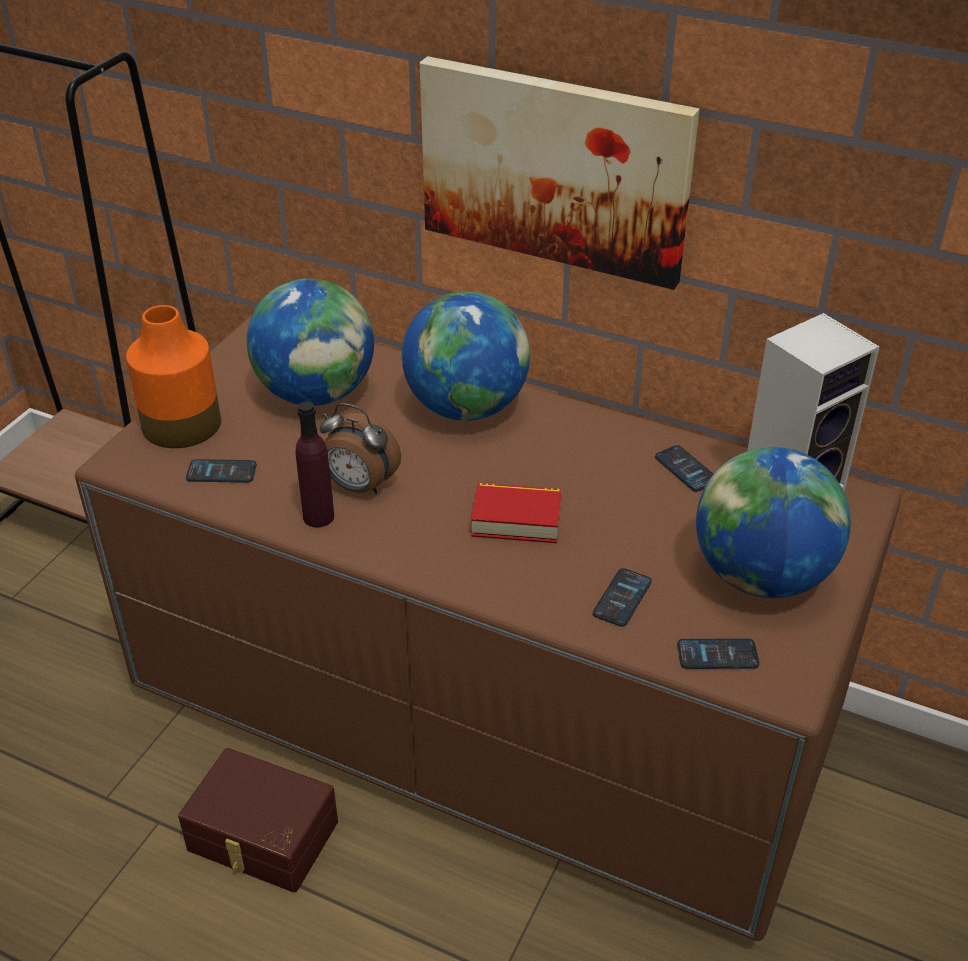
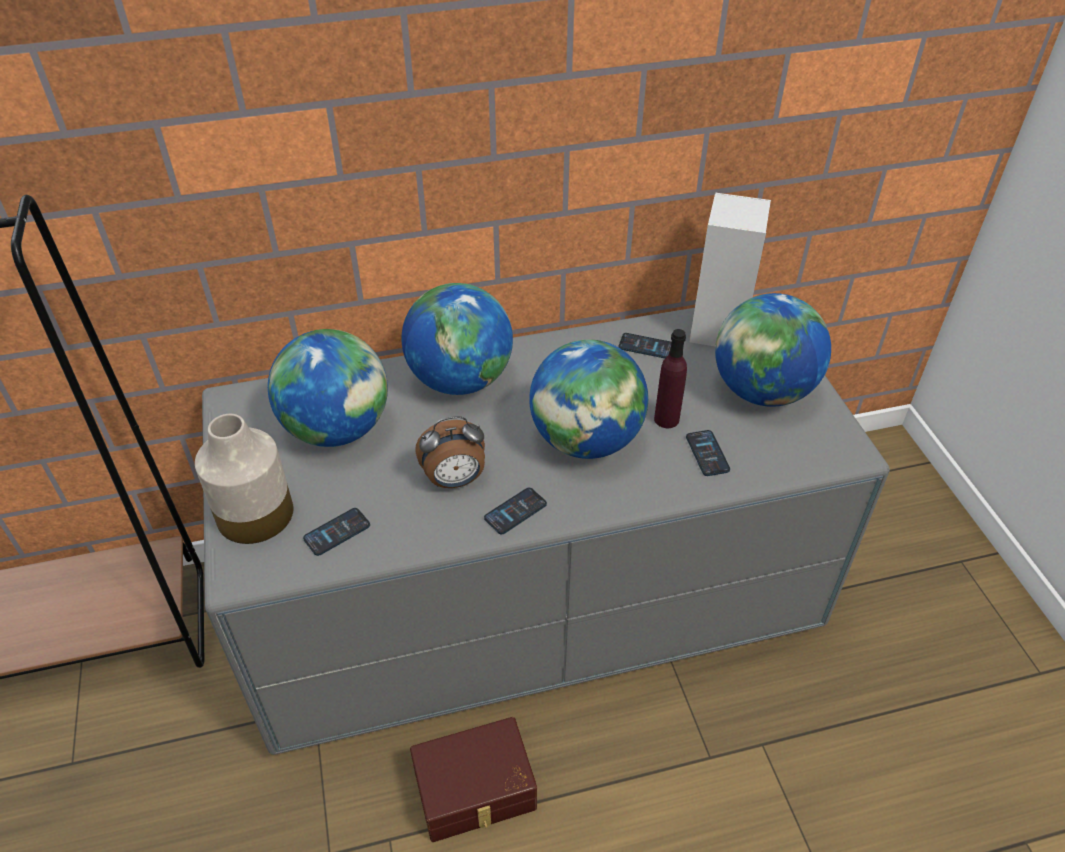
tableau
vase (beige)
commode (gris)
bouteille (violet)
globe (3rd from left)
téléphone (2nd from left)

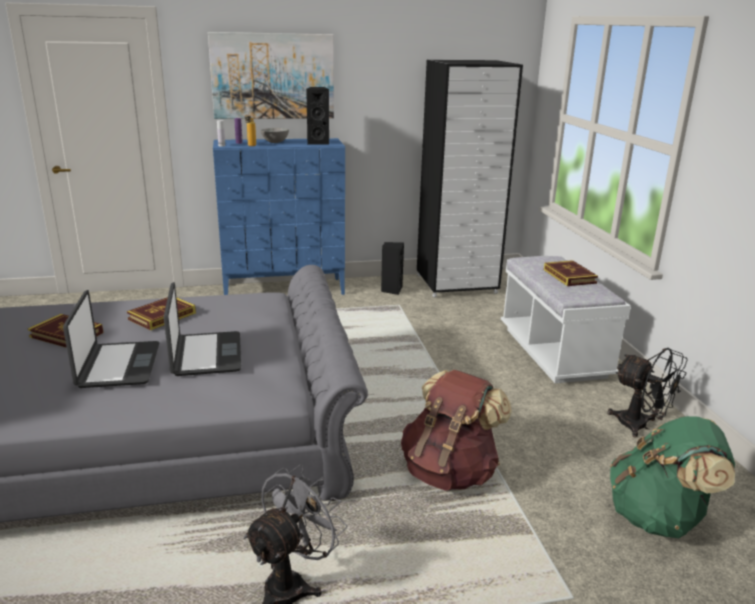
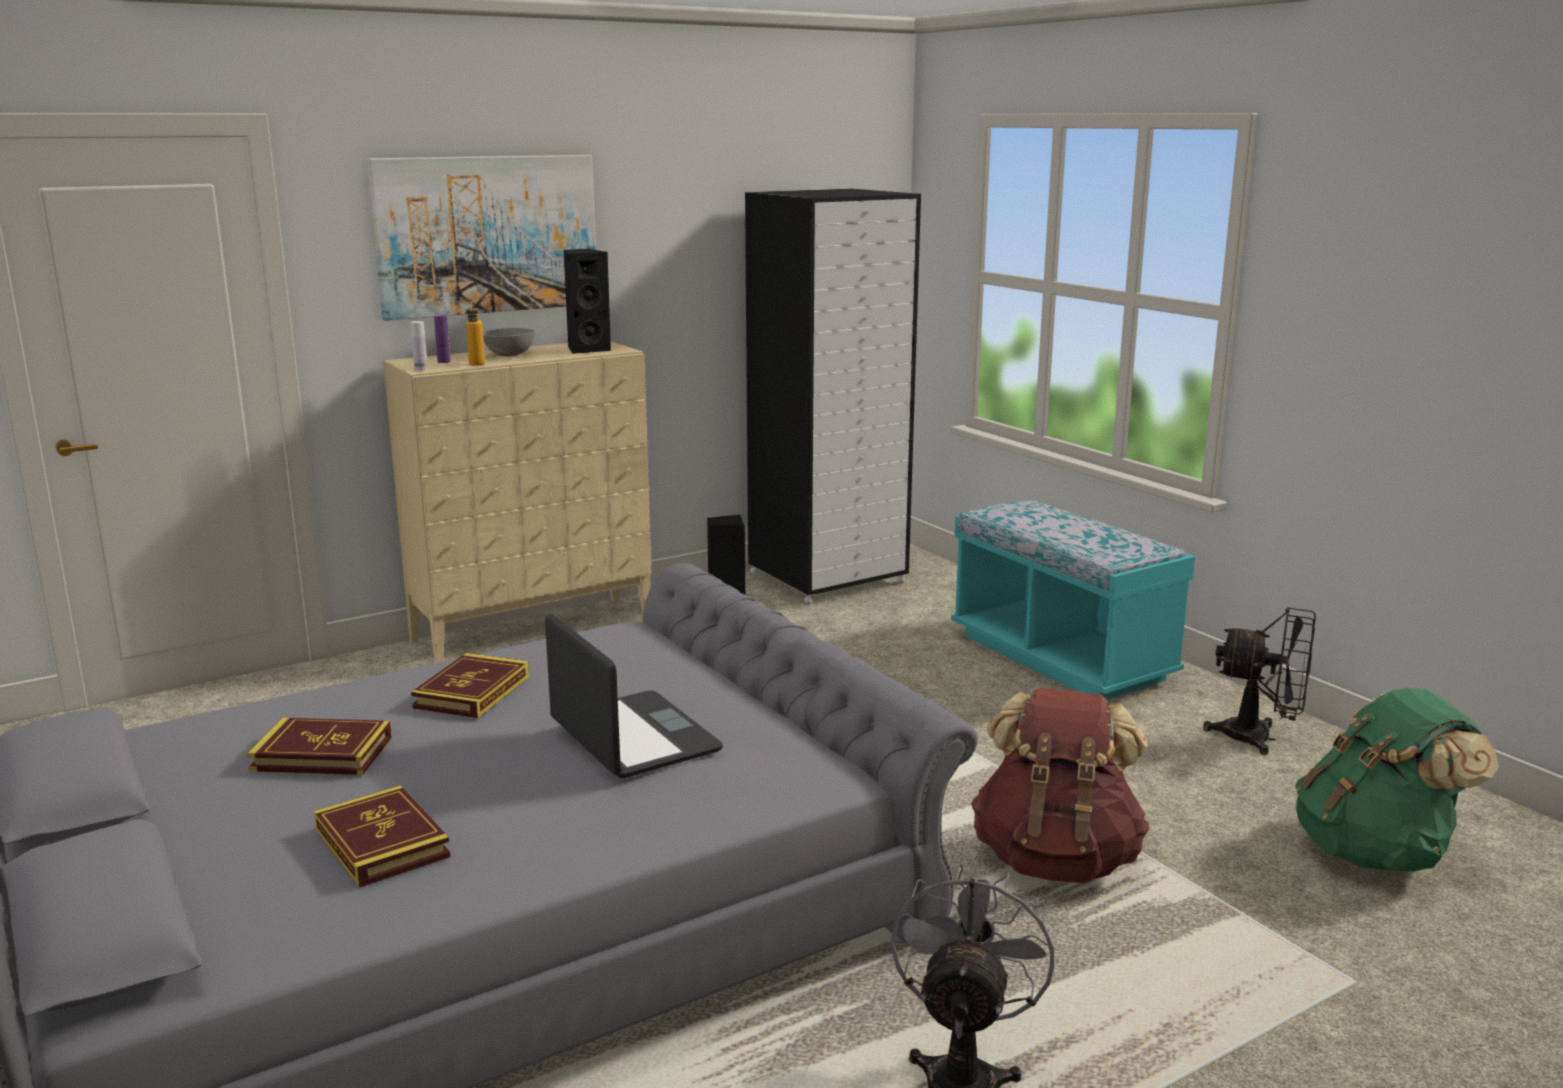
commode (beige)
banc (turquoise)
livre (2nd from left)
ordinateur portable (1st from left in the first image)

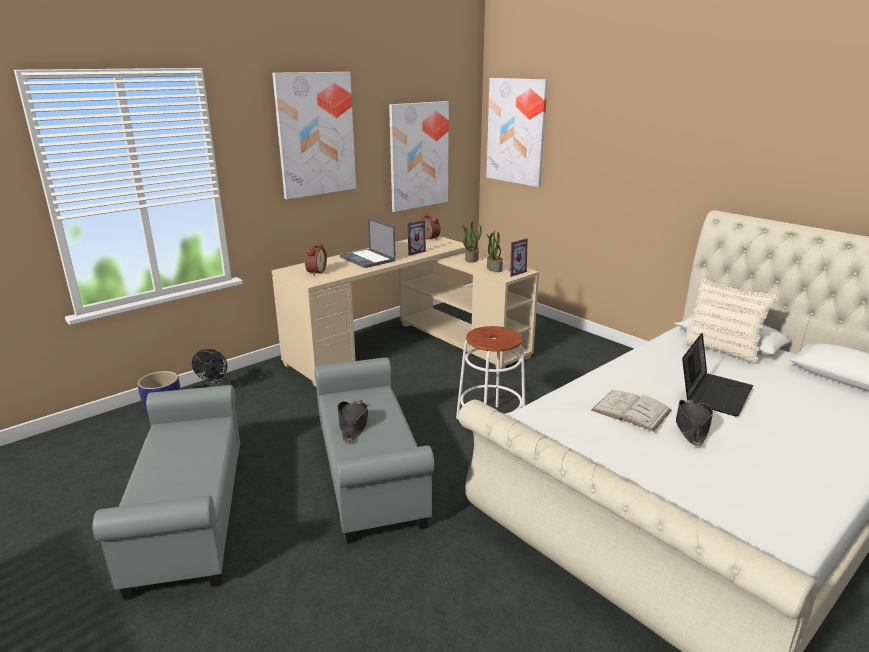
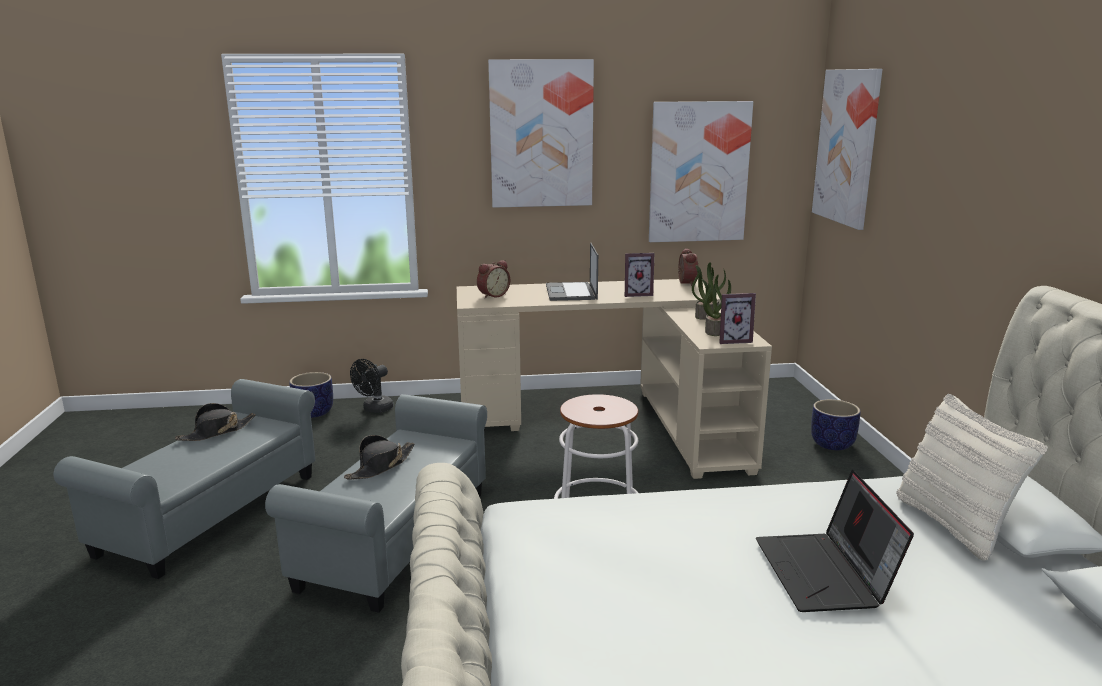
ordinateur portable (2nd from left)
livre (blanc)
chapeau (noir) (1st from left)
cache-pot (2nd from left)

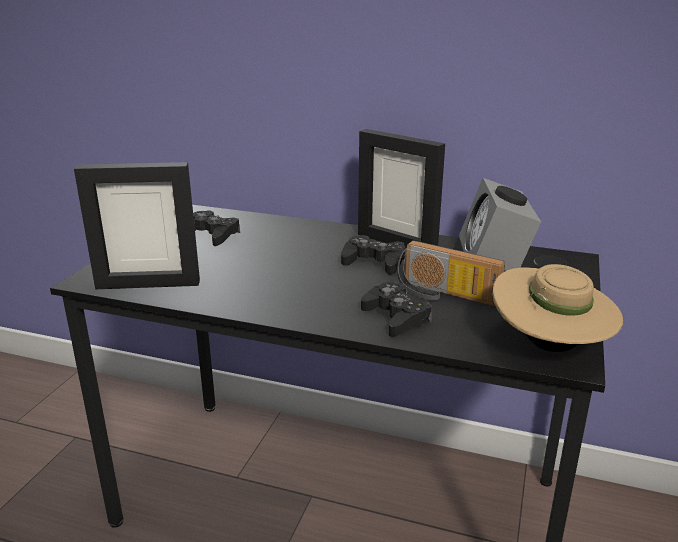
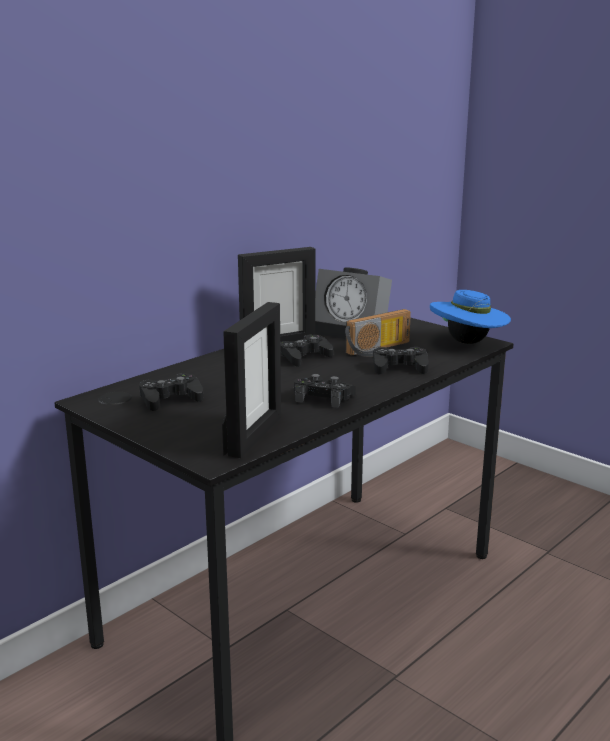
chapeau (bleu)
manette (noir) (3rd from left)

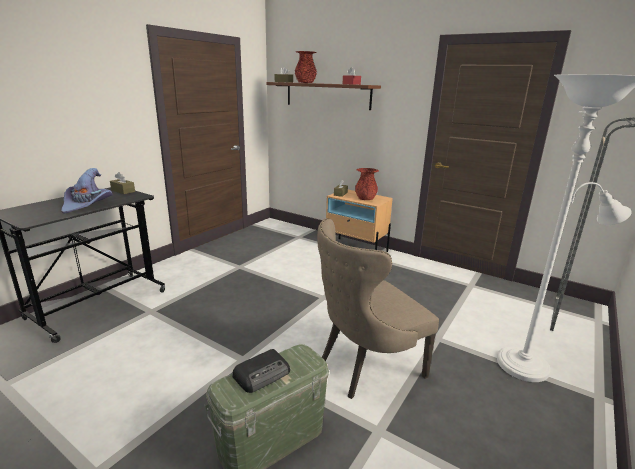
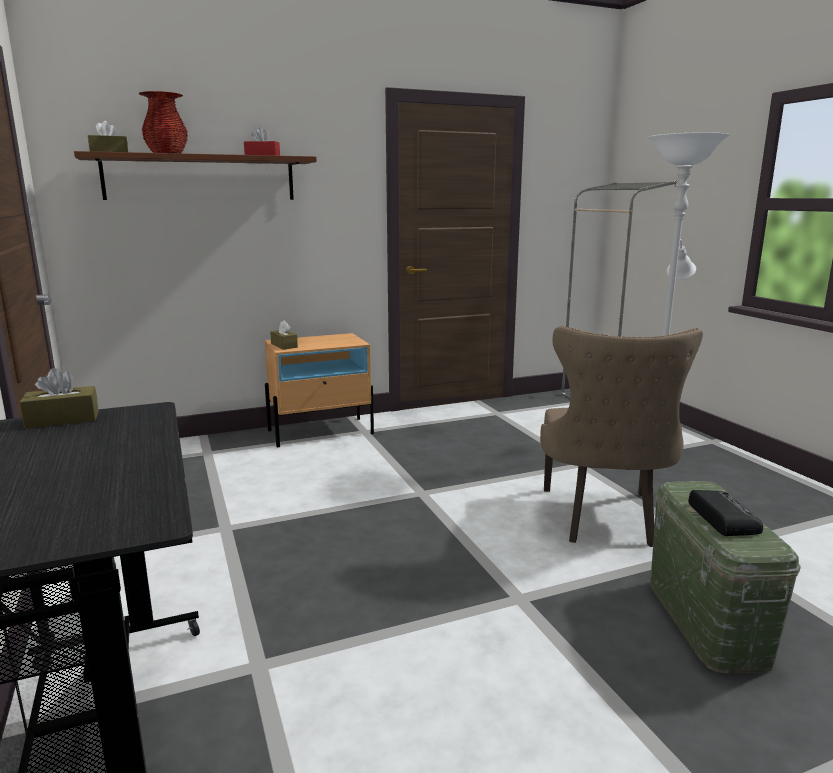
chapeau (violet)
vase (rouge) (2nd from left in the first image)

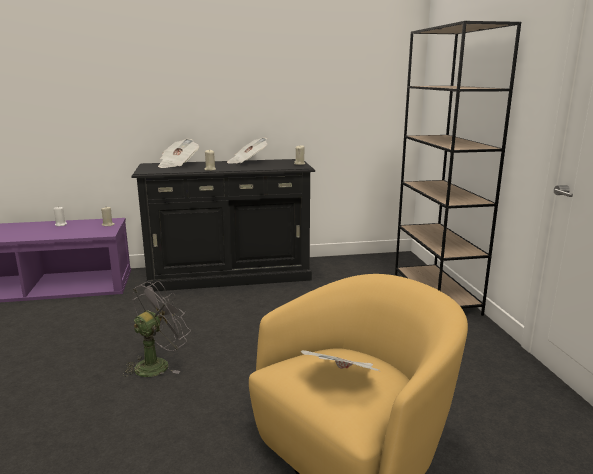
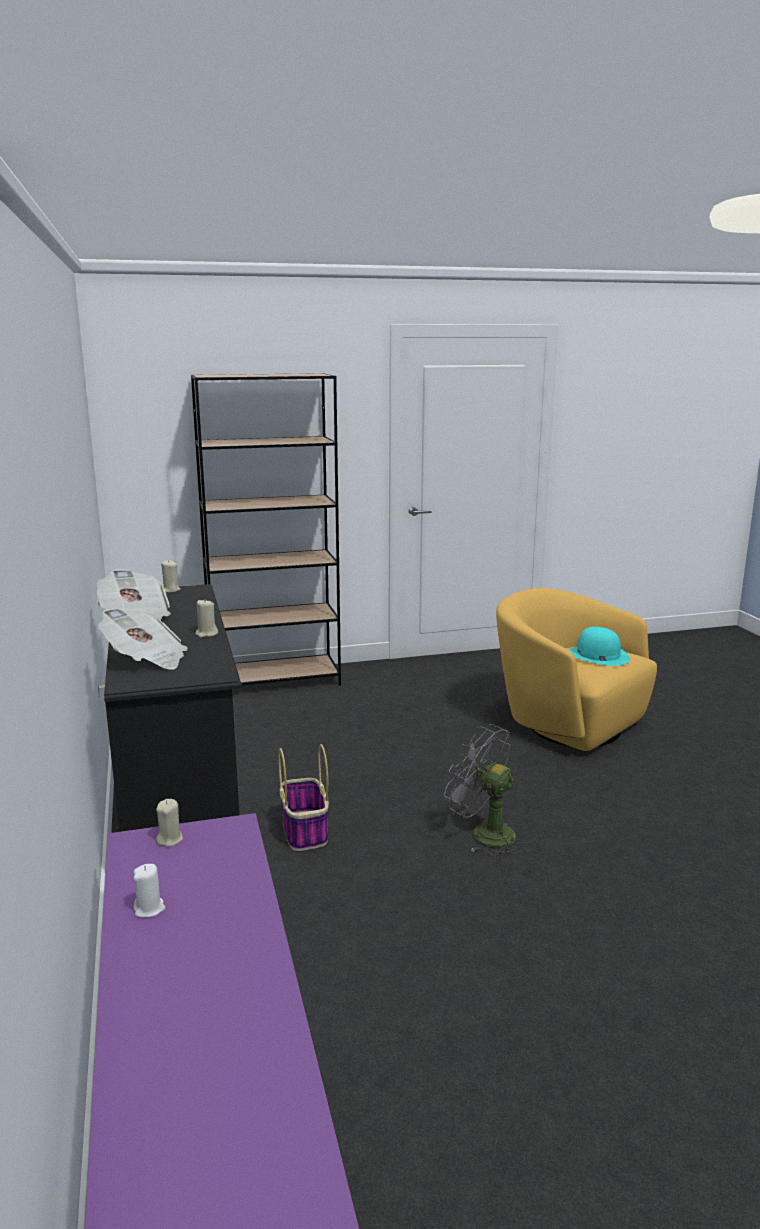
chapeau (turquoise)
panier

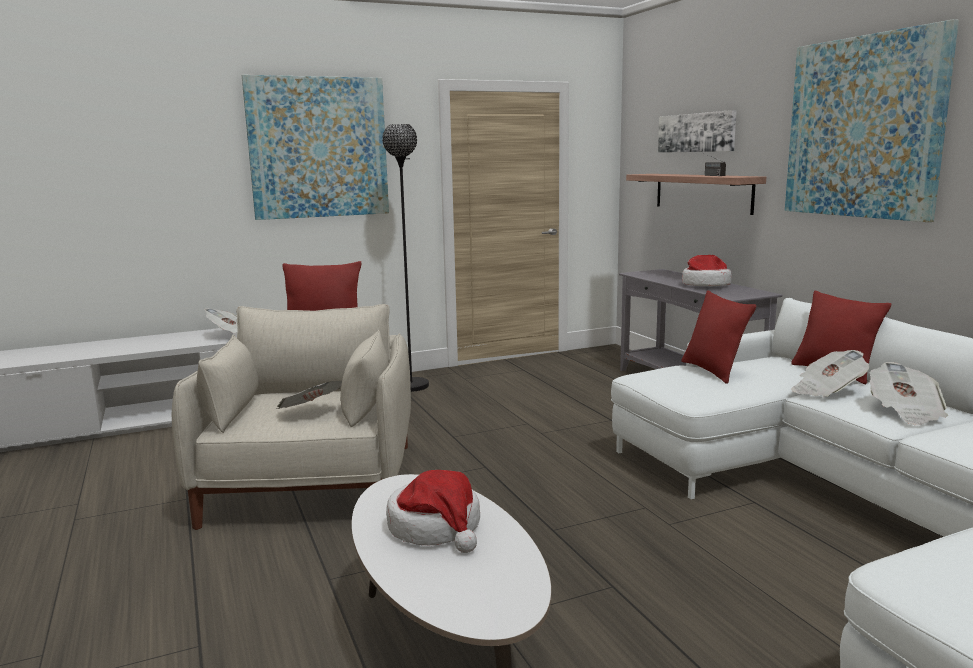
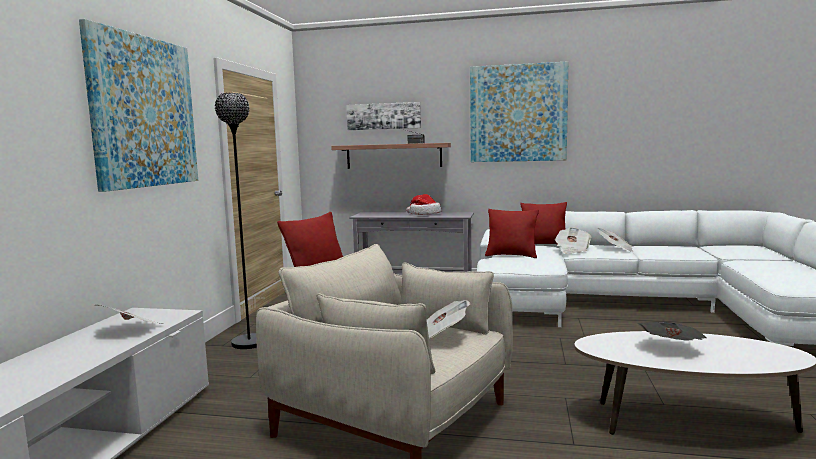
journal (5th from left)

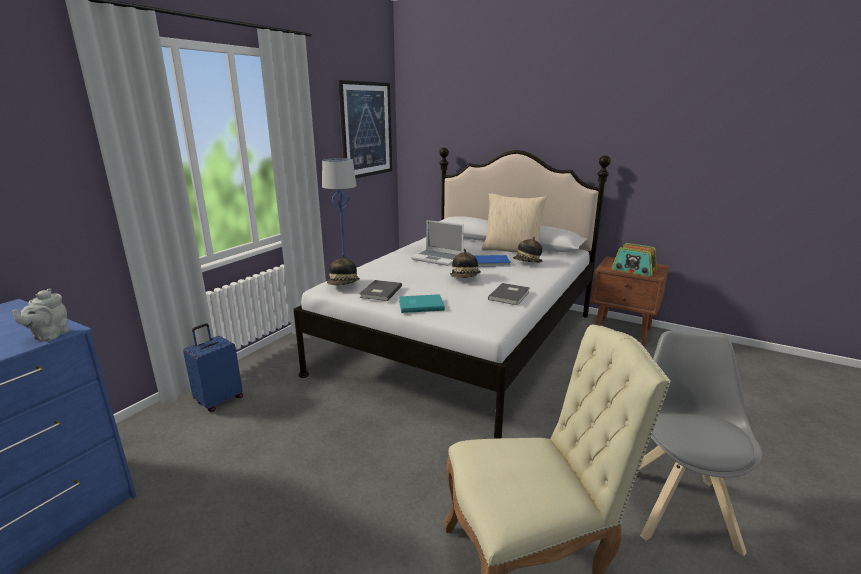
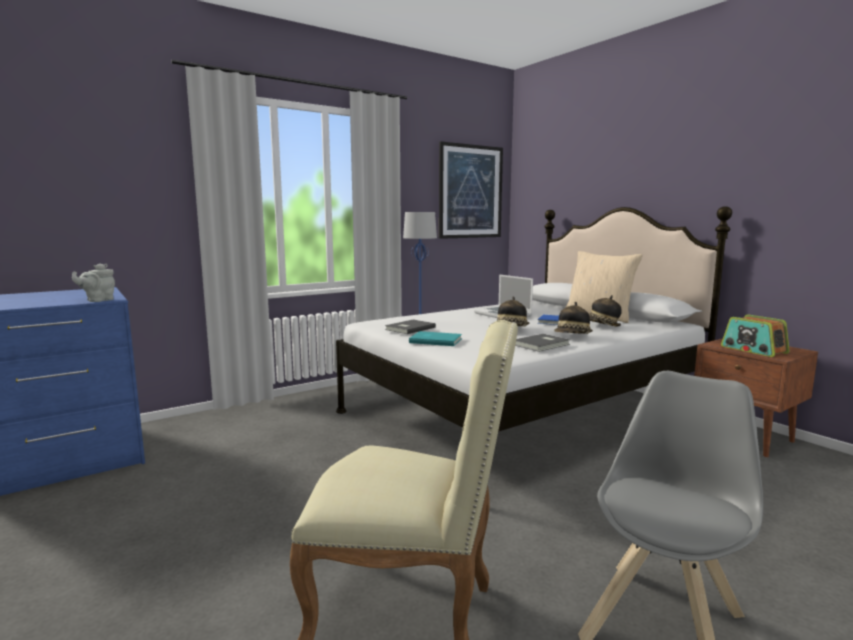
chapeau (2nd from left)
valise (bleu)

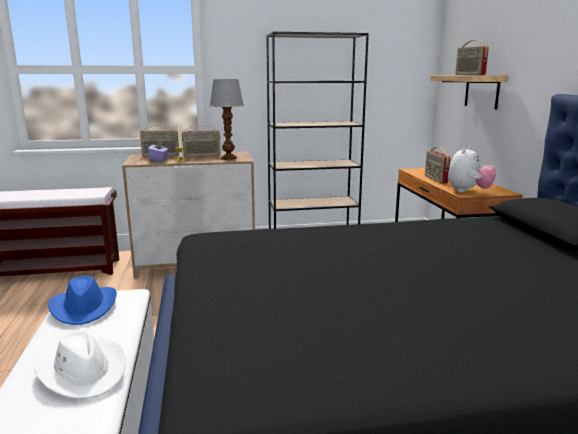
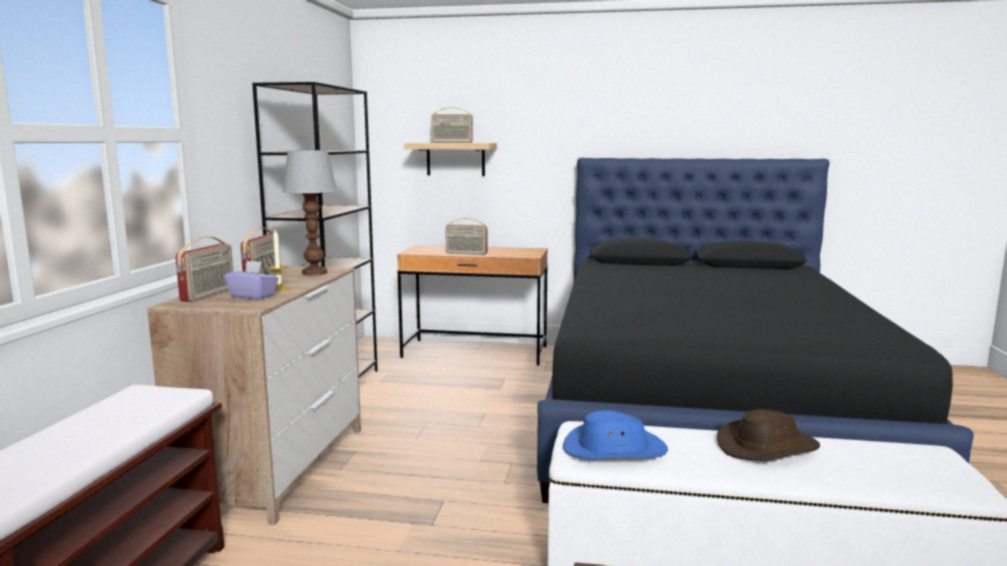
peluche
chapeau (marron)

